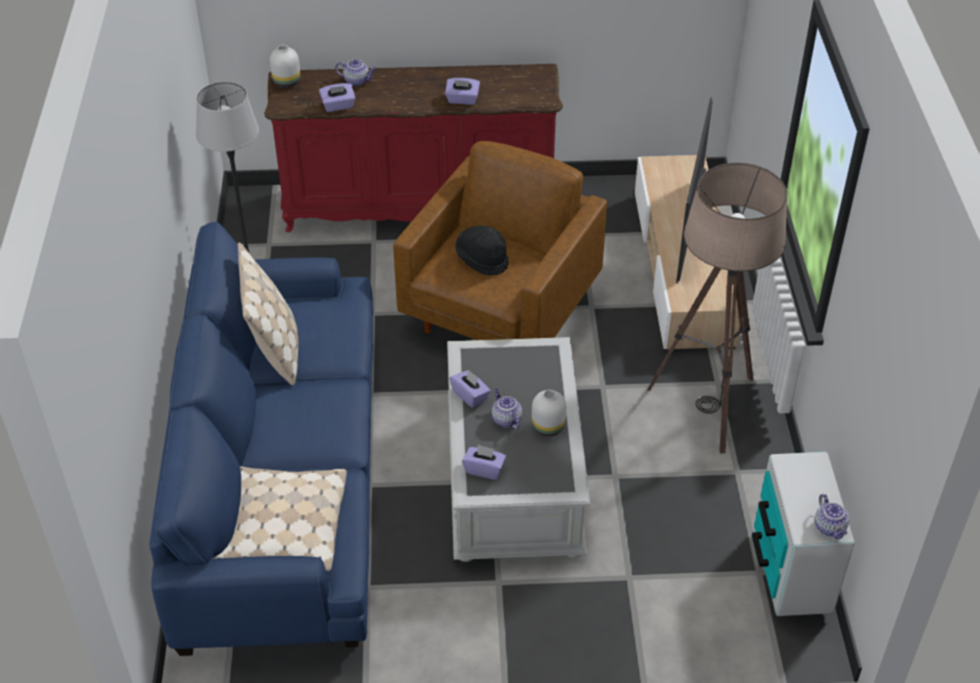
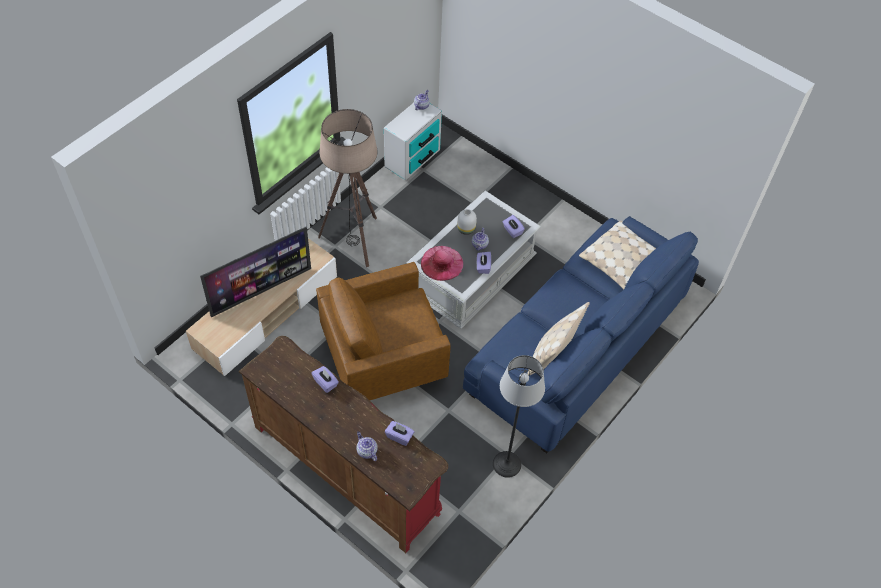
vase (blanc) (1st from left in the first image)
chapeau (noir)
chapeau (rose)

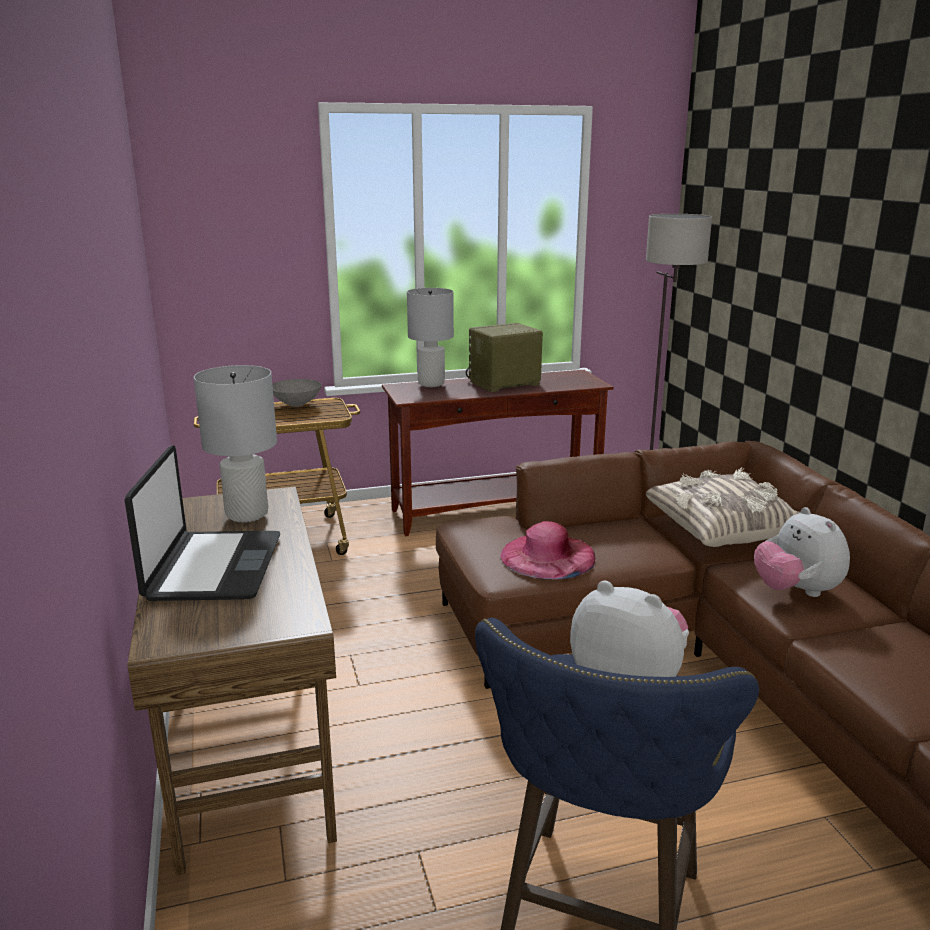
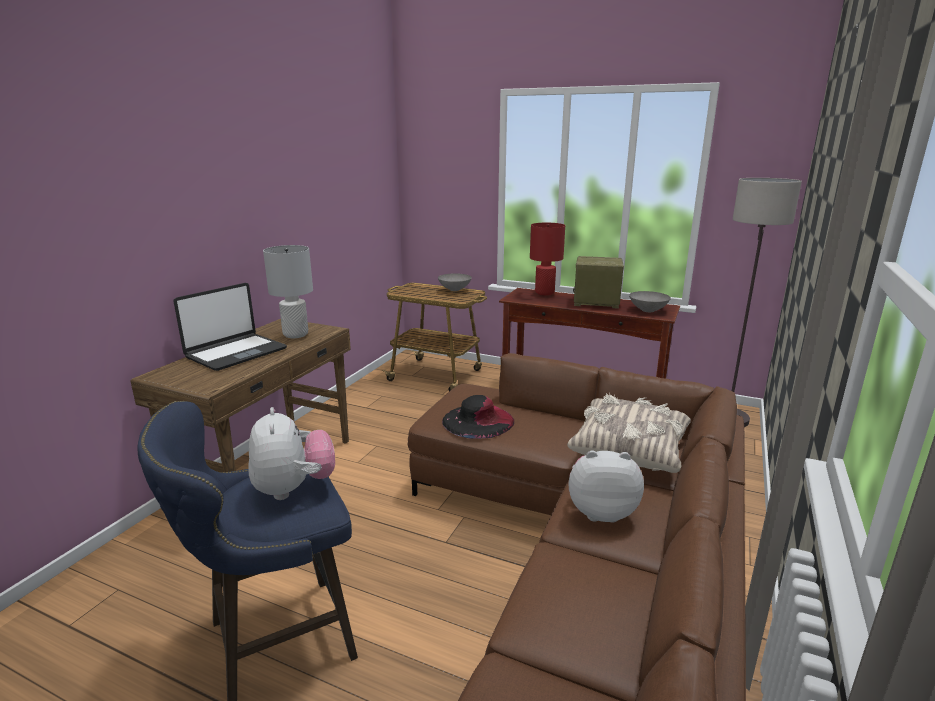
lampe de table (rouge)
peluche (2nd from left)
chapeau (noir)
bol (gris) (2nd from left)

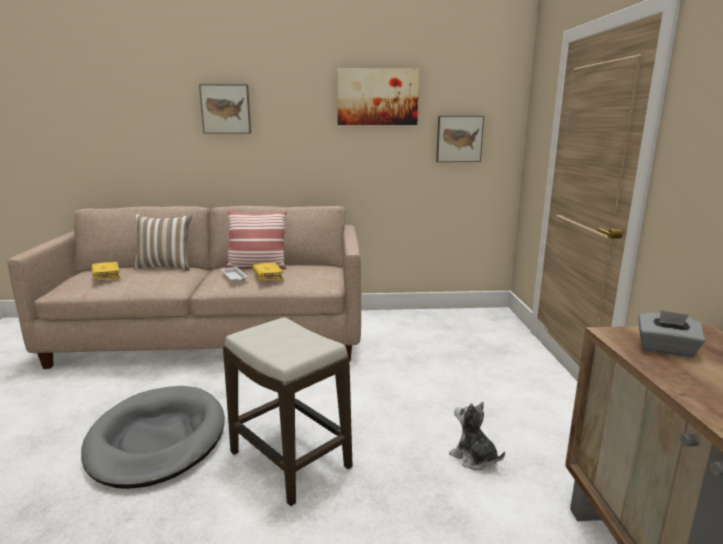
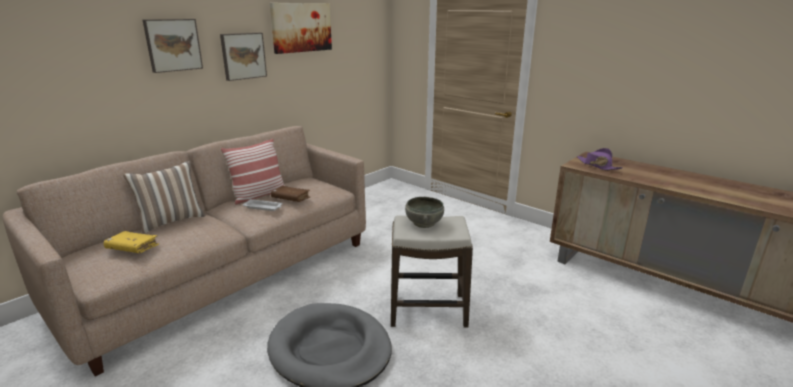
tableau (2nd from left)
livre (marron)
chapeau (violet)
peluche
bol (gris)

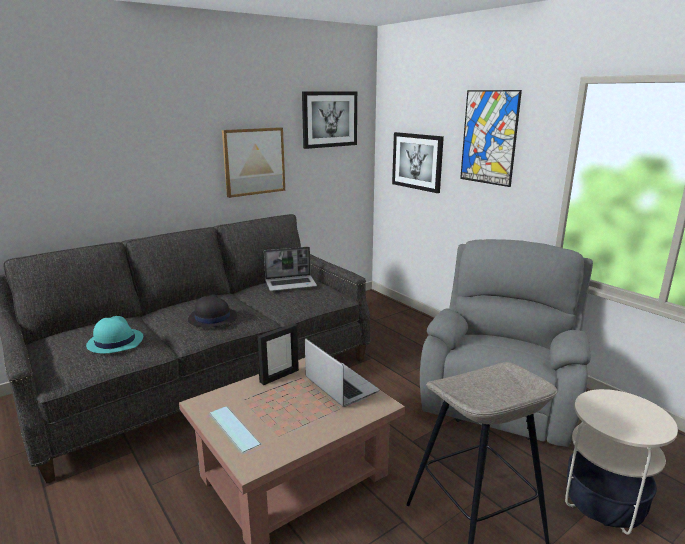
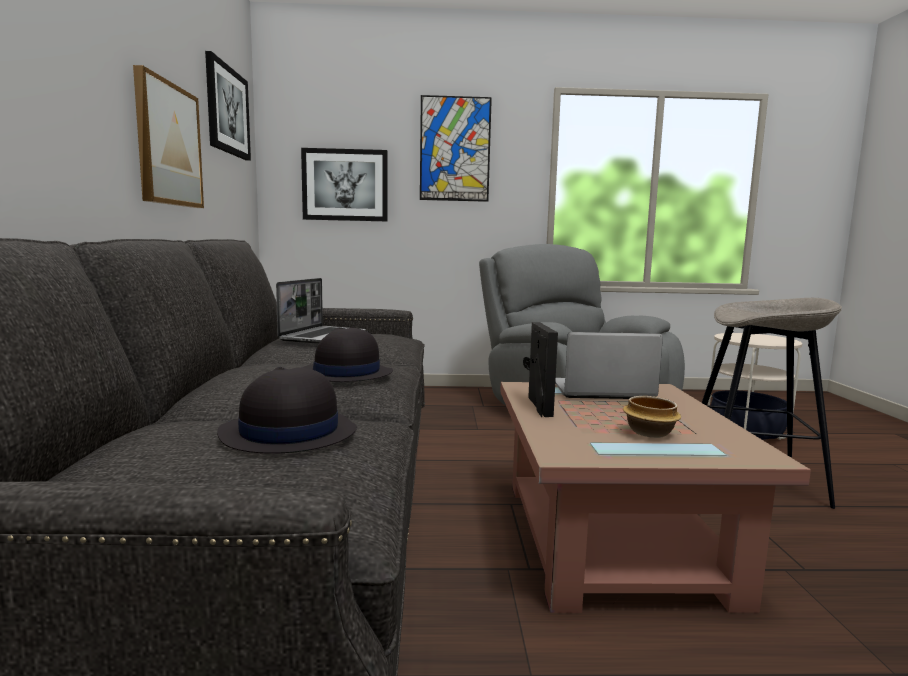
chapeau (noir) (1st from left)
bol

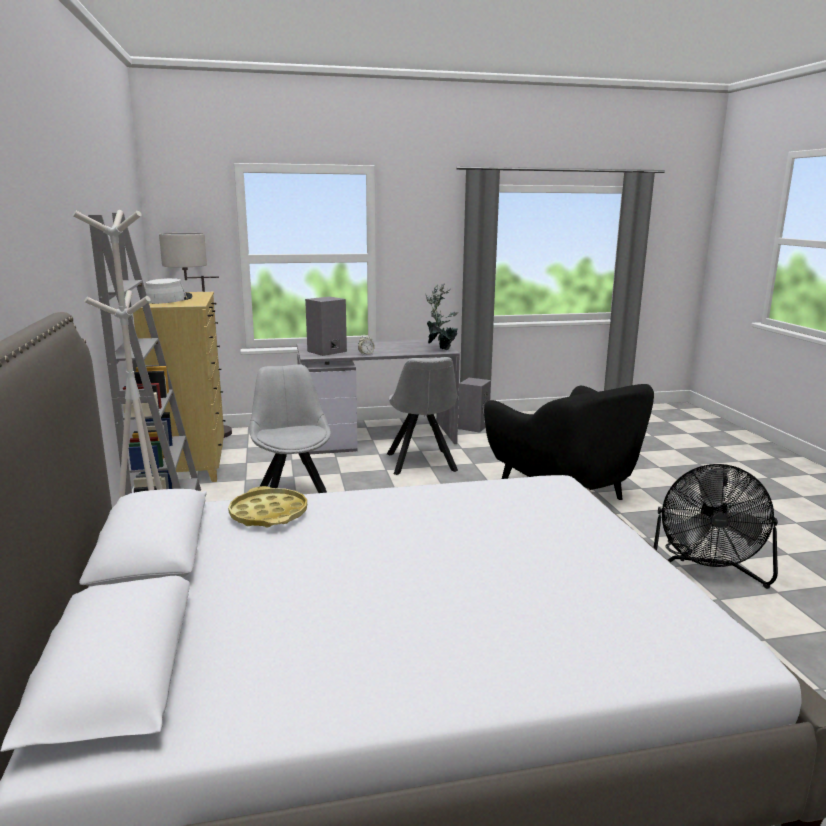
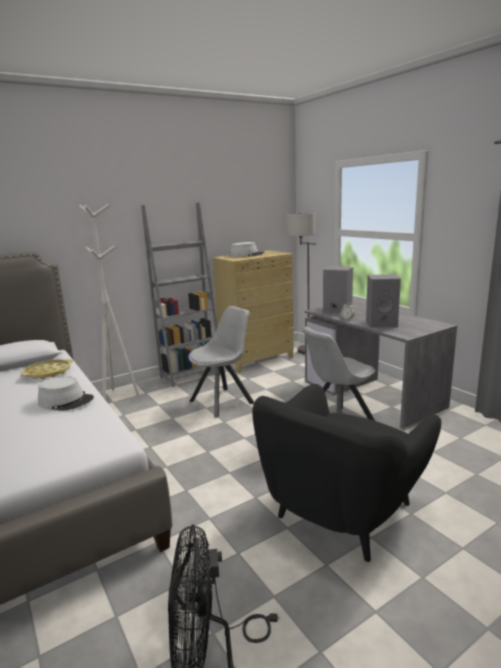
plante en pot
enceinte (gris) (2nd from left)
chapeau (gris) (1st from left)

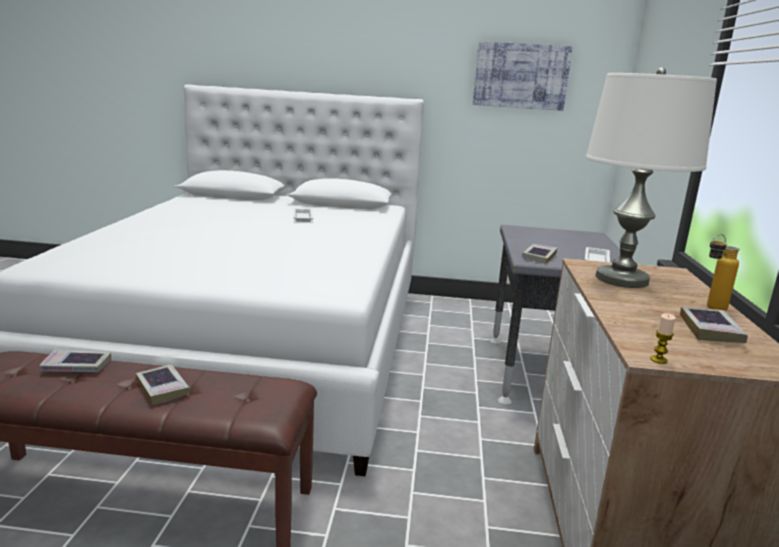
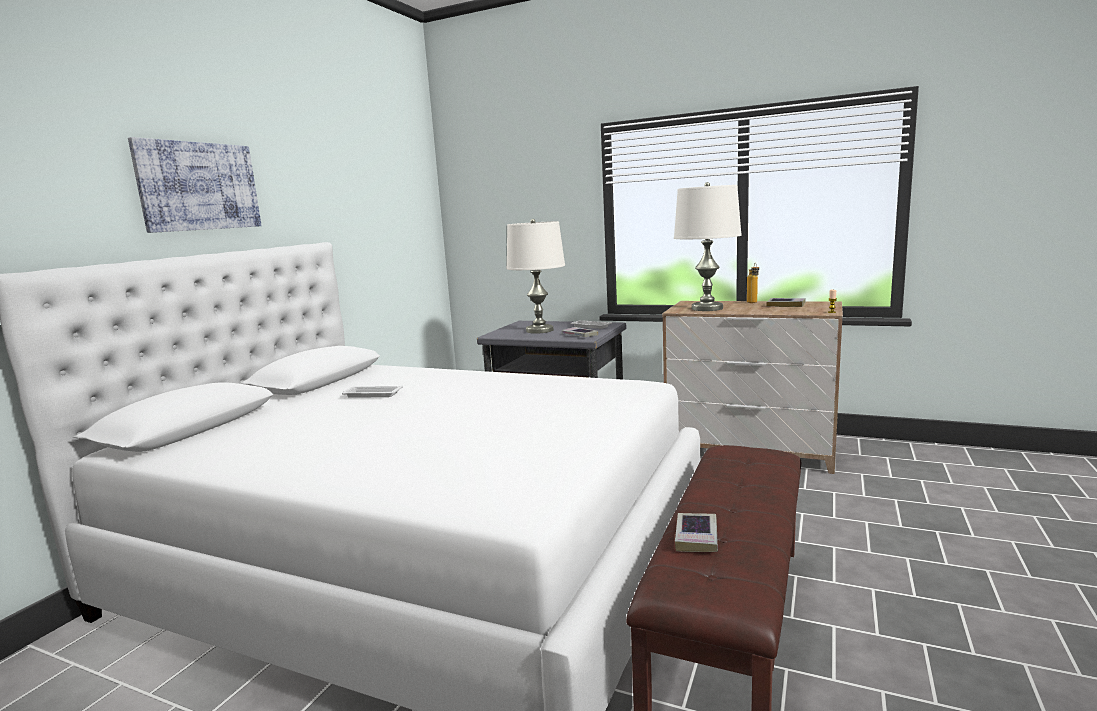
tableau
livre (2nd from left in the first image)
lampe de table (blanc) (1st from left)

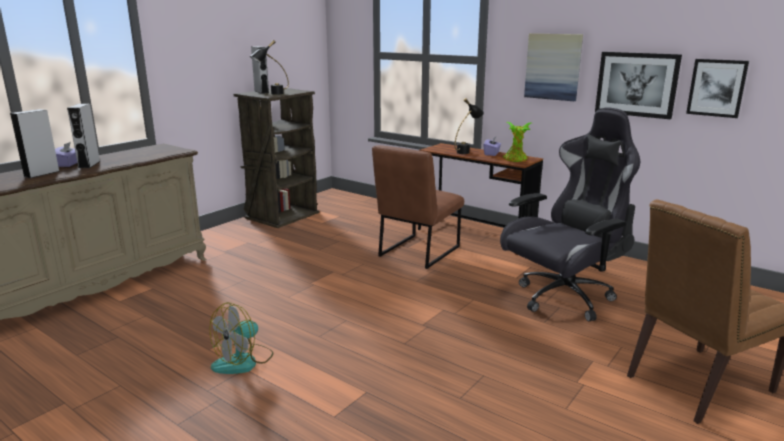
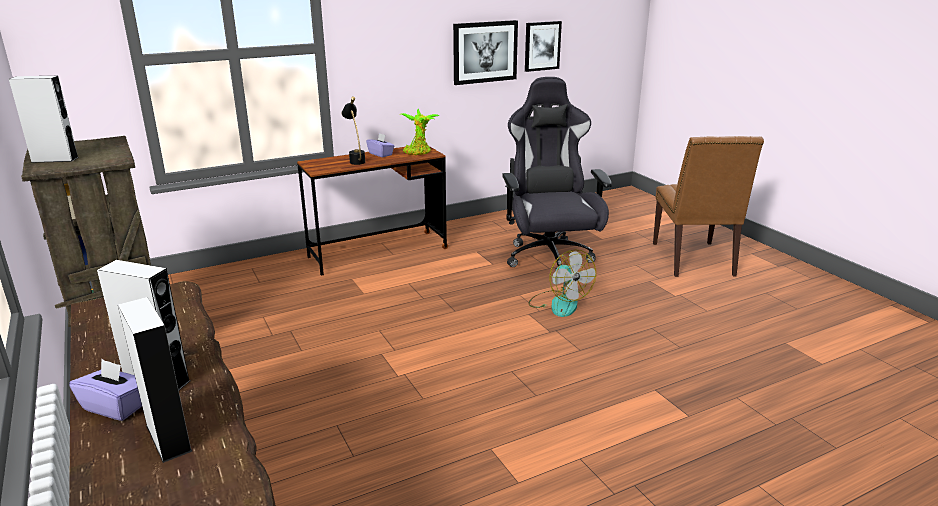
tableau (1st from left in the first image)
lampe de table (noir) (1st from left in the first image)
chaise (marron) (1st from left in the first image)
ventilateur

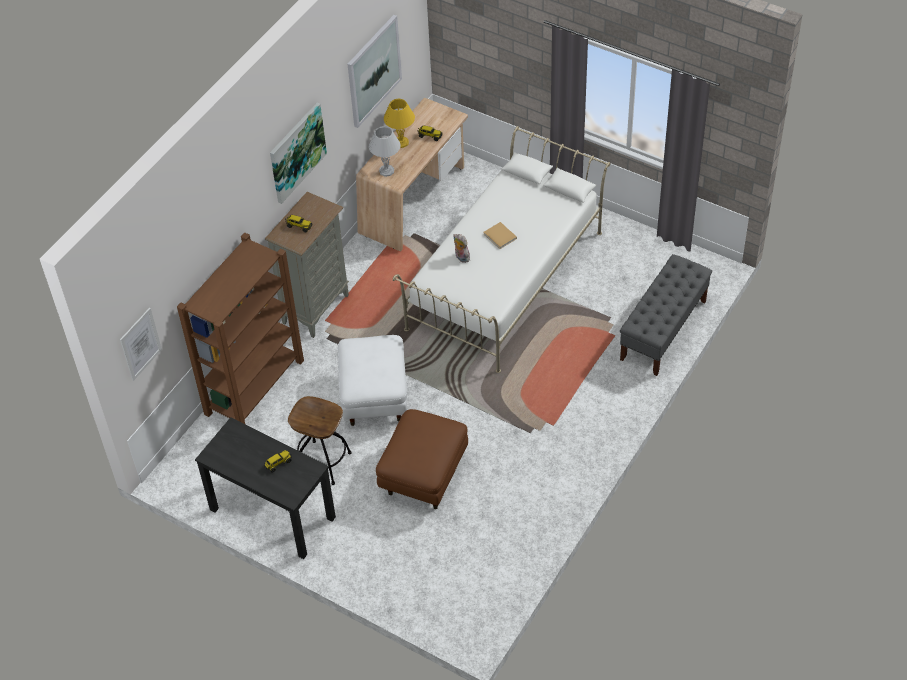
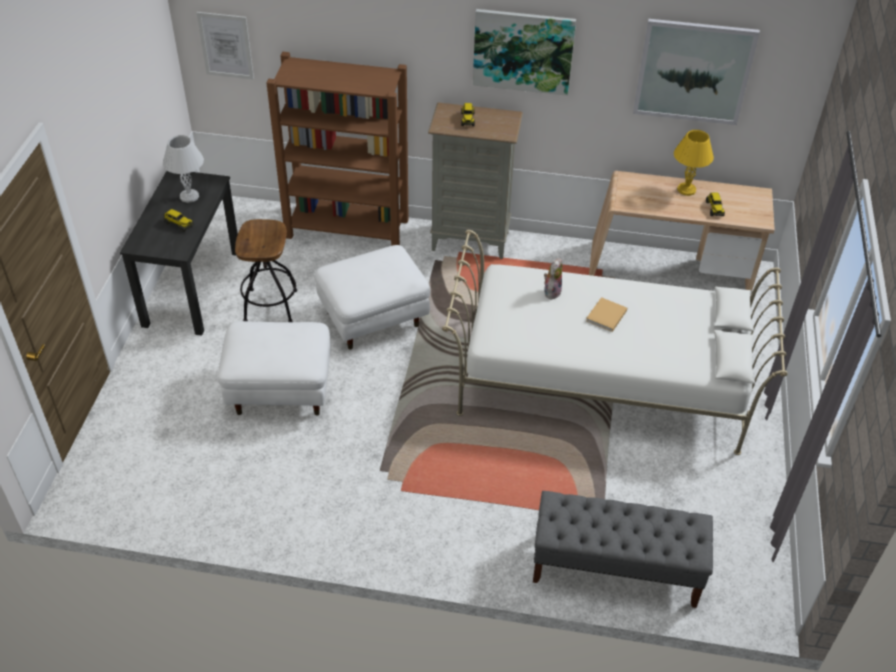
lampe de table (blanc)
pouf (blanc) (1st from left)

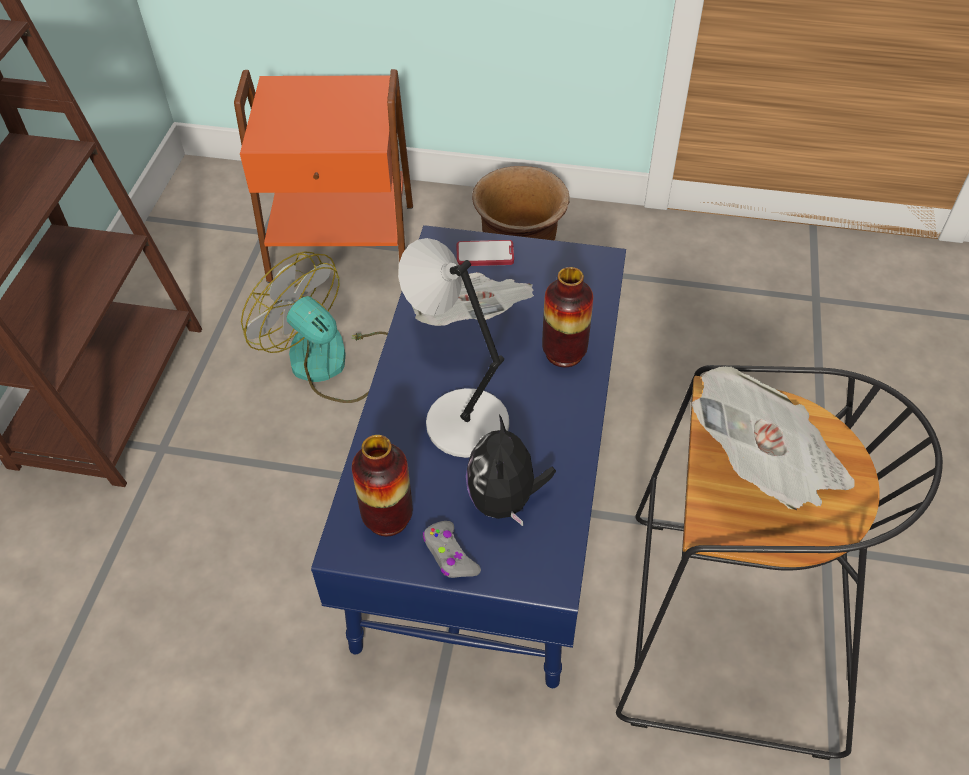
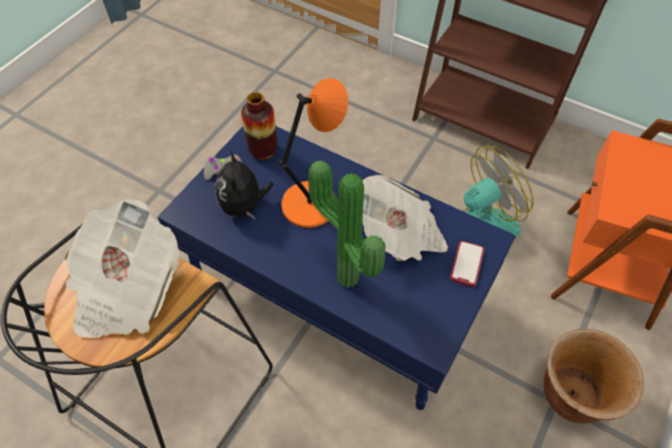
lampe de table (orange)
plante en pot
peluche

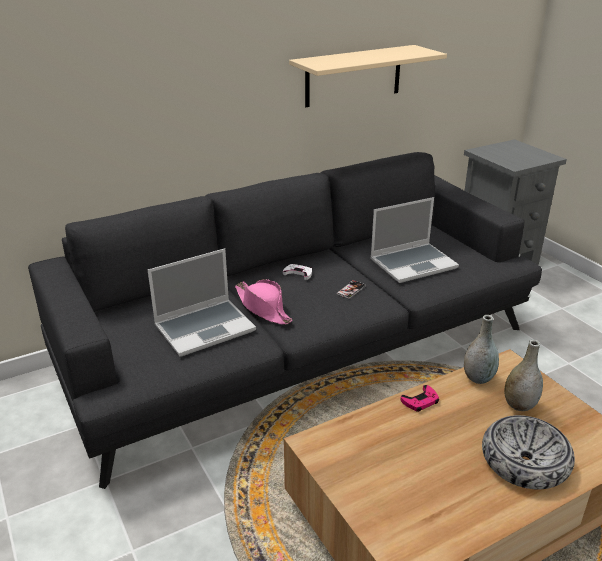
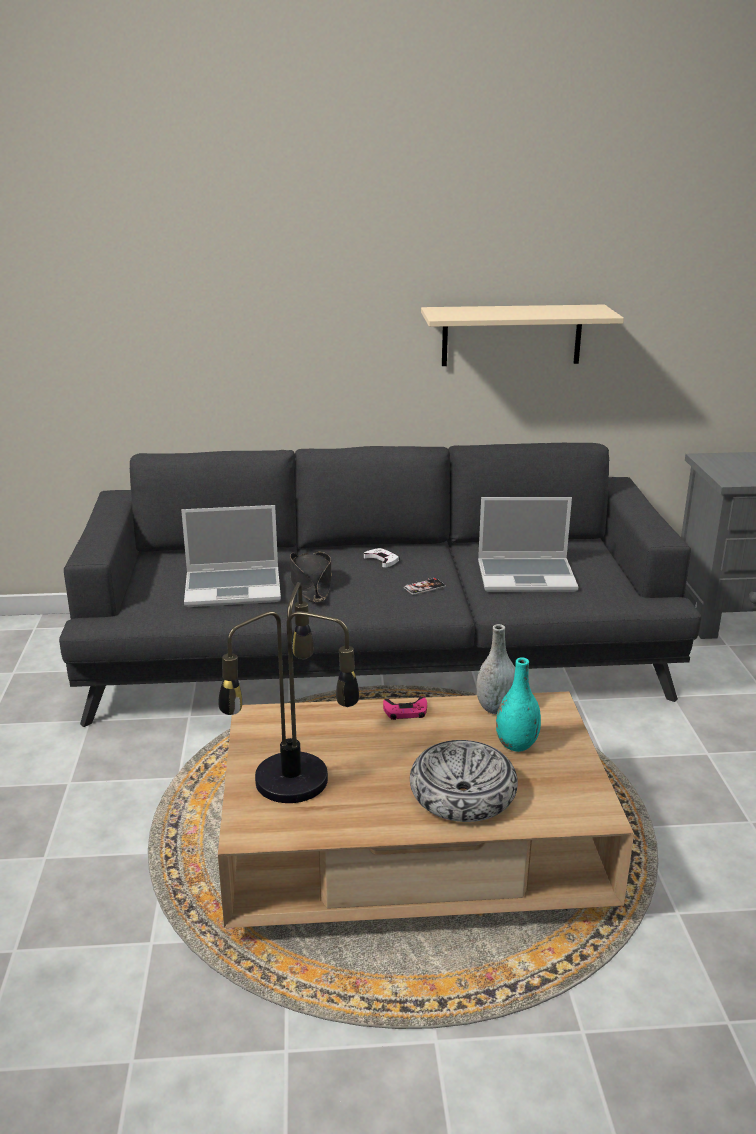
chapeau (noir)
vase (turquoise)
lampe de table

